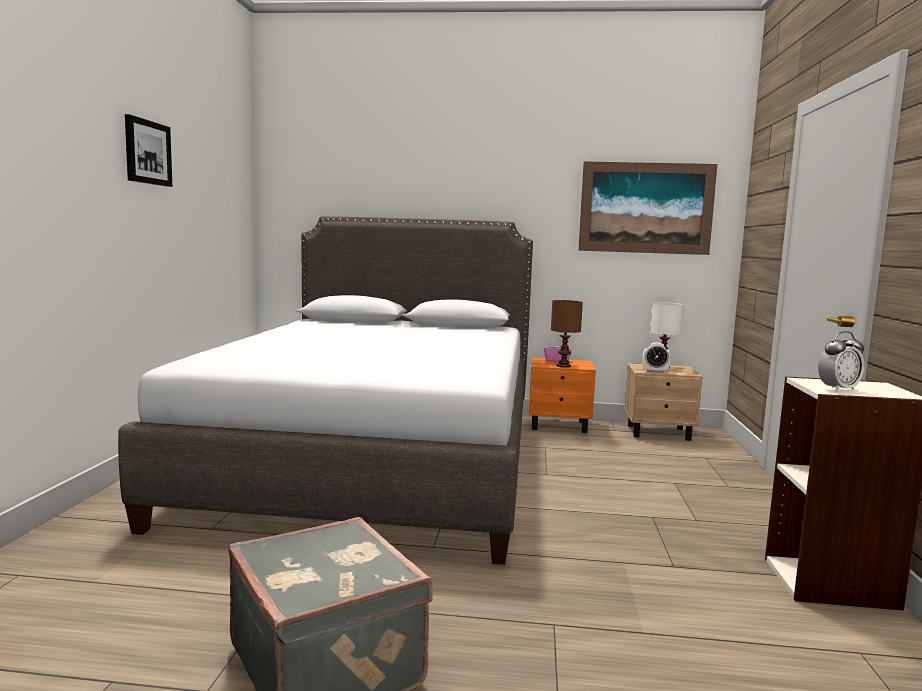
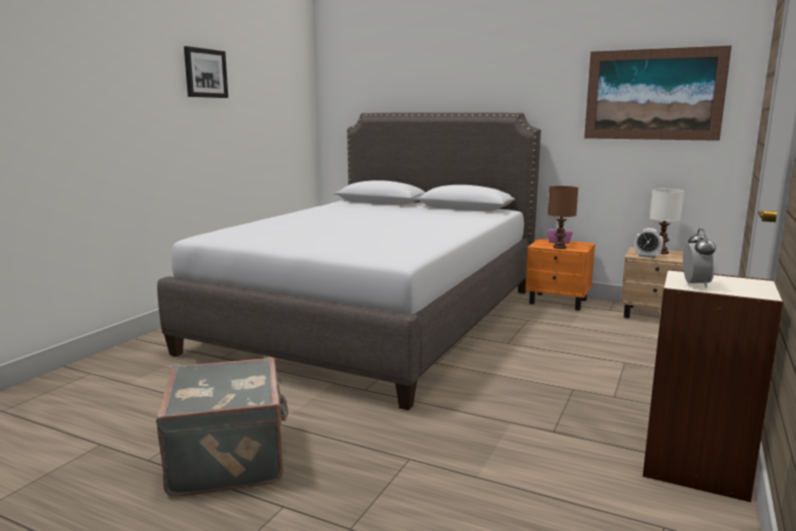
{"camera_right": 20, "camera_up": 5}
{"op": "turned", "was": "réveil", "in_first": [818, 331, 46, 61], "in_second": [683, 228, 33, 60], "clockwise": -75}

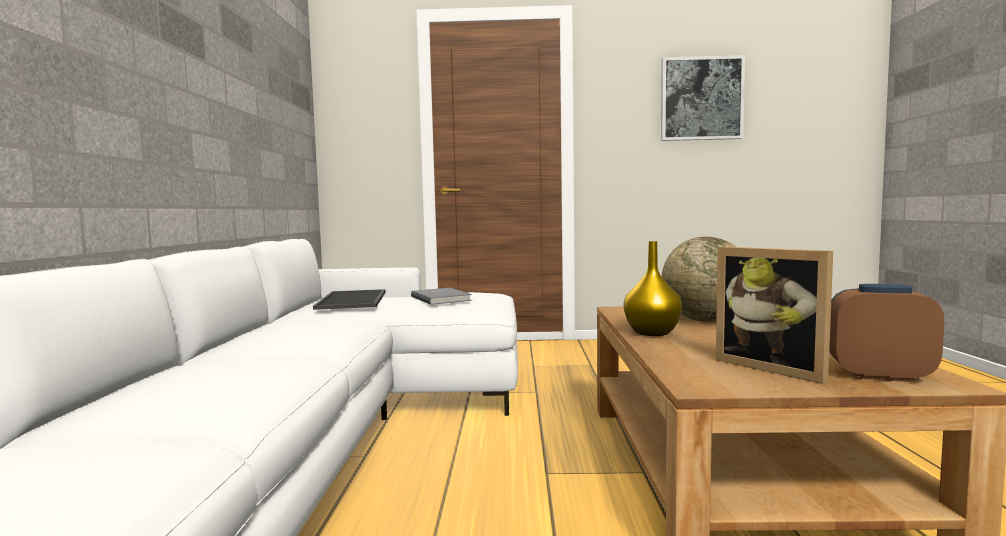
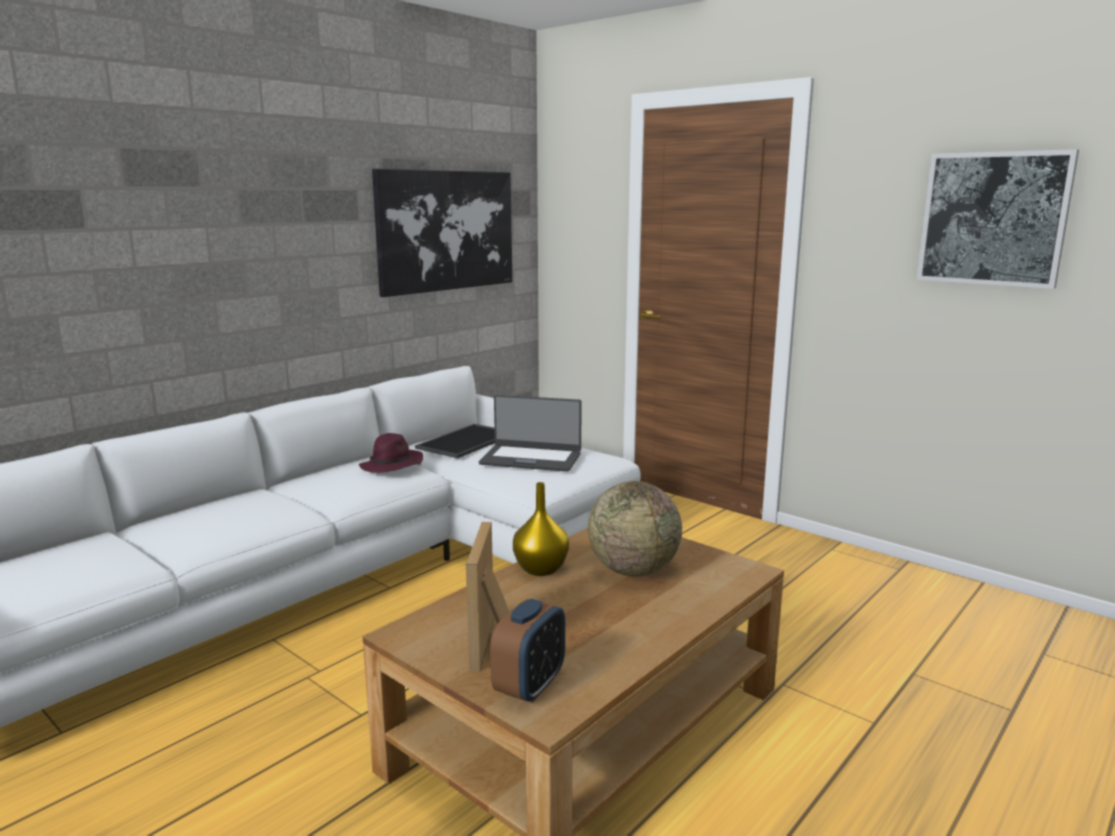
{"camera_right": 40, "camera_up": 10}
{"op": "replaced", "was": "livre/gris", "now": "ordinateur portable", "in_first": [411, 288, 61, 17], "in_second": [479, 395, 103, 77]}
{"op": "turned", "was": "réveil", "in_first": [829, 284, 115, 98], "in_second": [490, 599, 75, 104], "clockwise": 60}
{"op": "added", "now": "chapeau/violet", "in_second": [359, 433, 64, 40]}
{"op": "added", "now": "tableau", "in_second": [372, 169, 140, 128]}

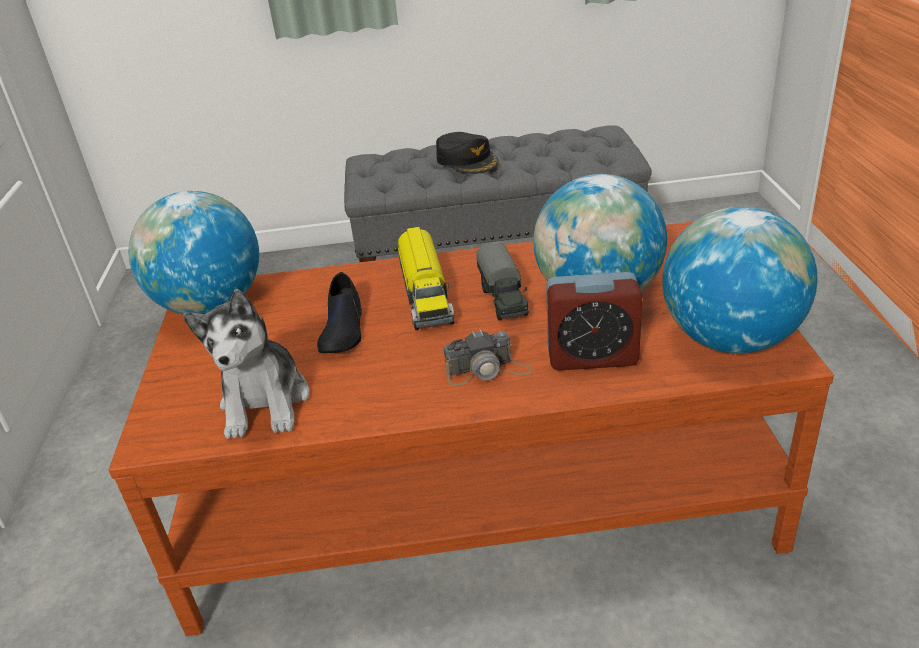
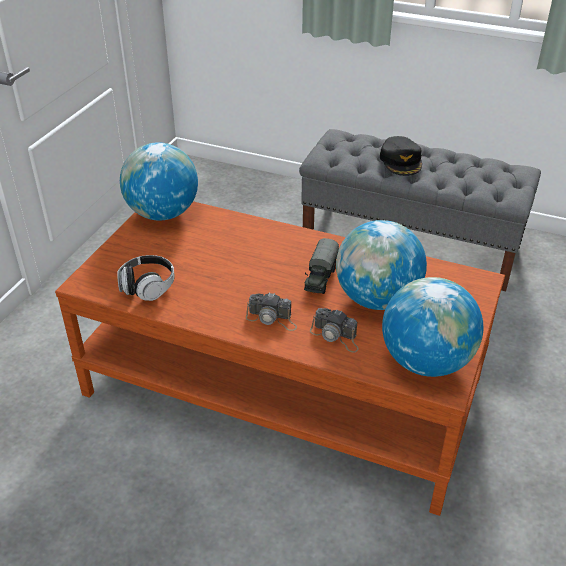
{"camera_right": 25, "camera_up": 5}
{"op": "replaced", "was": "peluche", "now": "casque audio", "in_first": [183, 289, 127, 150], "in_second": [117, 255, 58, 46]}
{"op": "removed", "was": "chaussure/noir", "in_first": [317, 272, 45, 81]}
{"op": "removed", "was": "camion jouet", "in_first": [398, 227, 57, 103]}
{"op": "replaced", "was": "réveil", "now": "appareil photo", "in_first": [546, 272, 97, 99], "in_second": [310, 308, 49, 45]}

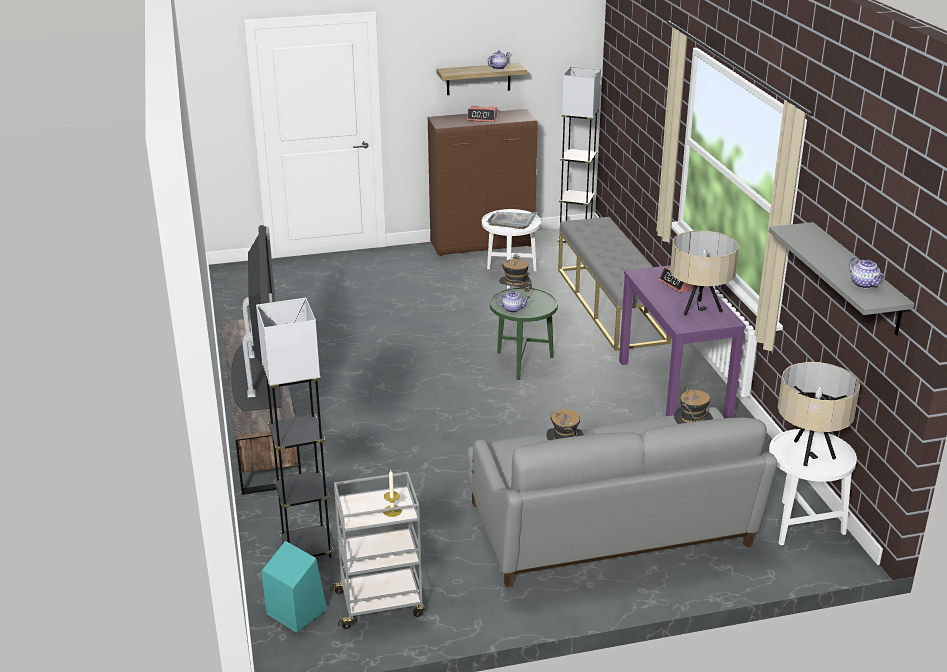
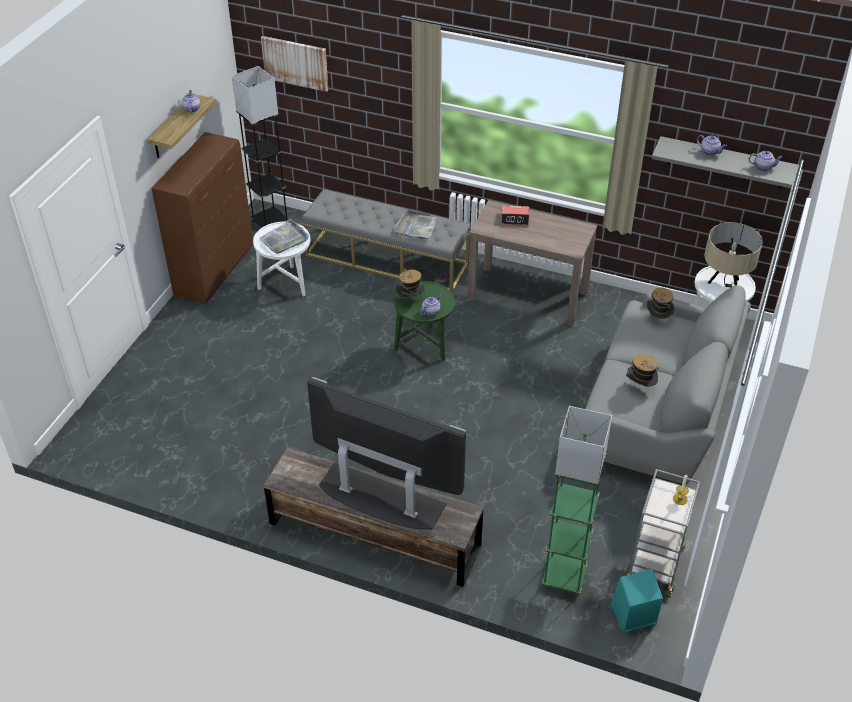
{"camera_right": -55, "camera_up": 15}
{"op": "recoloured", "was": "lampadaire/gris", "now": "lampadaire/vert", "in_first": [256, 298, 78, 260], "in_second": [542, 406, 70, 190]}
{"op": "removed", "was": "réveil", "in_first": [467, 106, 30, 16]}
{"op": "recoloured", "was": "table console/violet", "now": "table console/marron", "in_first": [619, 265, 127, 153], "in_second": [468, 200, 129, 126]}
{"op": "removed", "was": "lampe de table/beige", "in_first": [670, 230, 69, 86]}
{"op": "added", "now": "tableau", "in_second": [261, 36, 67, 56]}
{"op": "added", "now": "plateau/gris", "in_second": [394, 209, 43, 30]}
{"op": "added", "now": "théière", "in_second": [697, 135, 30, 21]}

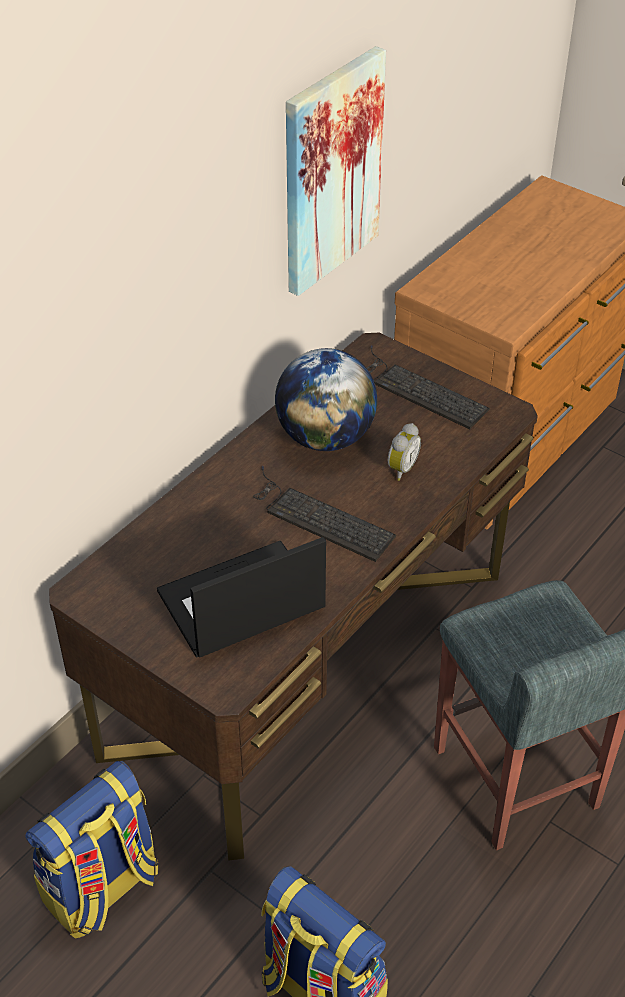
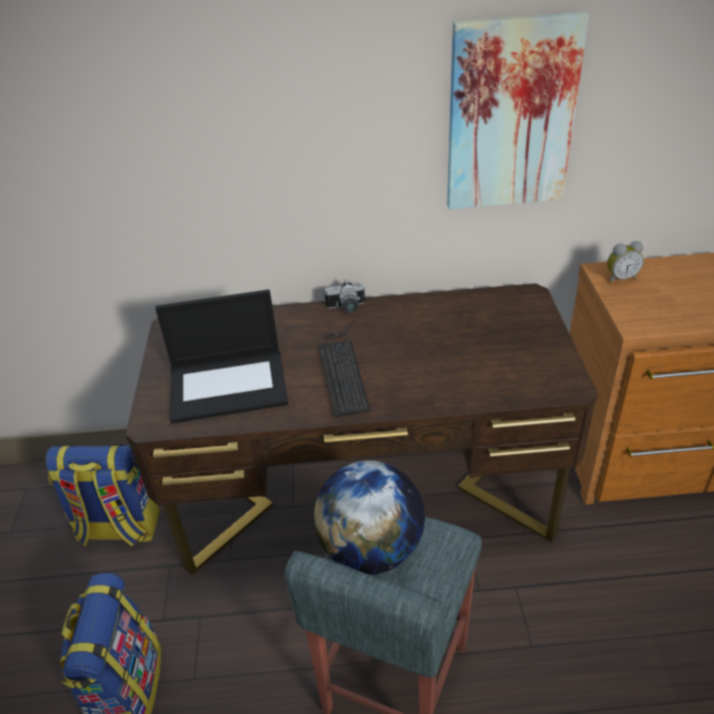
{"camera_right": 50, "camera_up": -5}
{"op": "turned", "was": "ordinateur portable", "in_first": [157, 537, 169, 121], "in_second": [155, 289, 133, 134], "clockwise": 150}
{"op": "moved", "was": "globe", "in_first": [275, 348, 102, 103], "in_second": [314, 460, 111, 115]}
{"op": "removed", "was": "clavier", "in_first": [366, 345, 124, 85]}
{"op": "moved", "was": "réveil", "in_first": [387, 423, 34, 58], "in_second": [607, 241, 37, 42]}
{"op": "added", "now": "appareil photo", "in_second": [324, 279, 41, 34]}

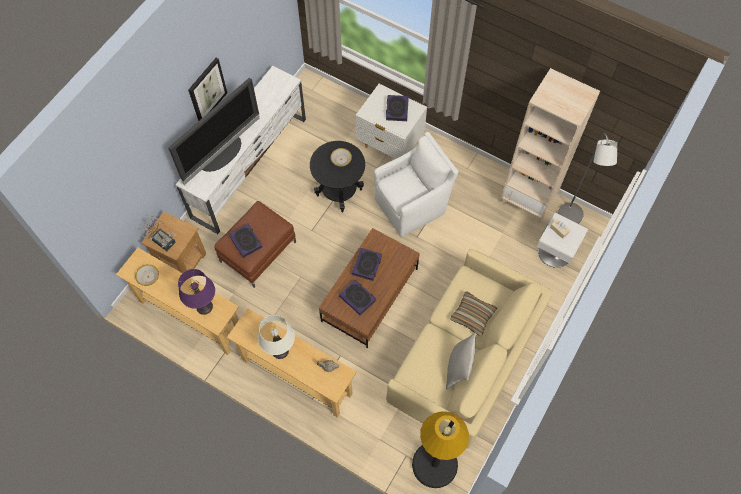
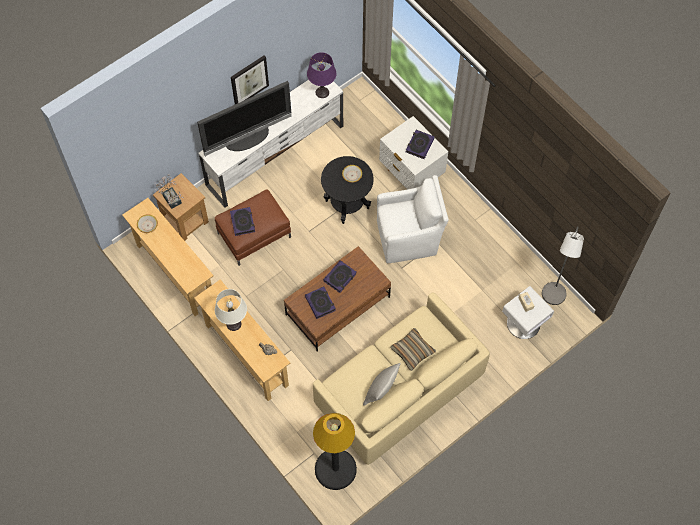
{"camera_right": 20, "camera_up": 0}
{"op": "moved", "was": "lampe de table/violet", "in_first": [178, 269, 37, 46], "in_second": [307, 52, 29, 46]}
{"op": "removed", "was": "bibliothèque/beige", "in_first": [501, 68, 99, 156]}

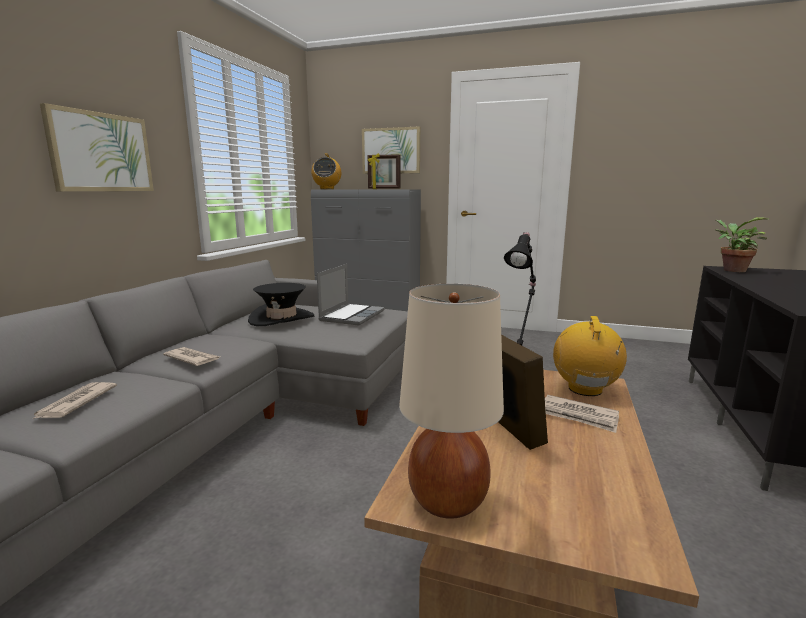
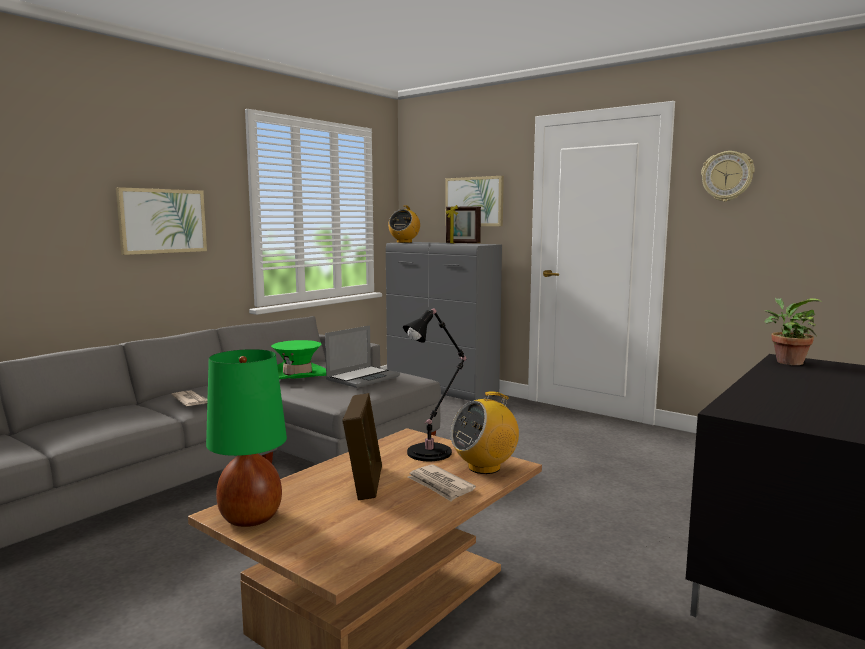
{"camera_right": 20, "camera_up": -5}
{"op": "removed", "was": "journal", "in_first": [34, 382, 83, 36]}
{"op": "recoloured", "was": "chapeau/noir", "now": "chapeau/vert", "in_first": [248, 283, 67, 43], "in_second": [271, 340, 55, 39]}
{"op": "recoloured", "was": "lampe de table/beige", "now": "lampe de table/vert", "in_first": [399, 284, 105, 235], "in_second": [206, 349, 81, 178]}
{"op": "turned", "was": "radio", "in_first": [553, 316, 74, 80], "in_second": [451, 391, 68, 83], "clockwise": -150}
{"op": "added", "now": "horloge murale", "in_second": [701, 151, 53, 51]}

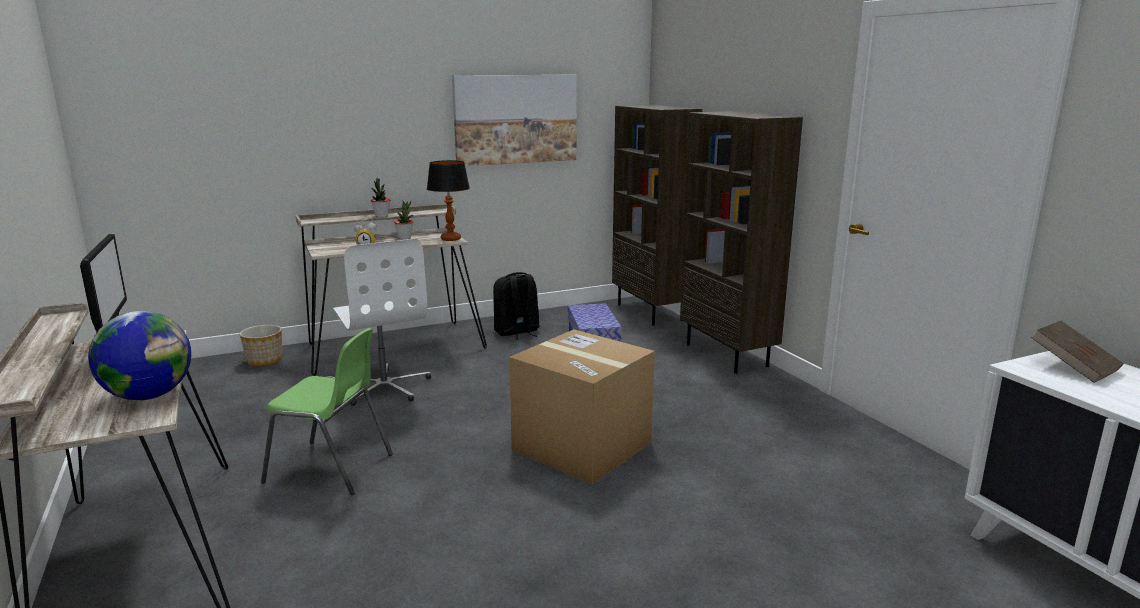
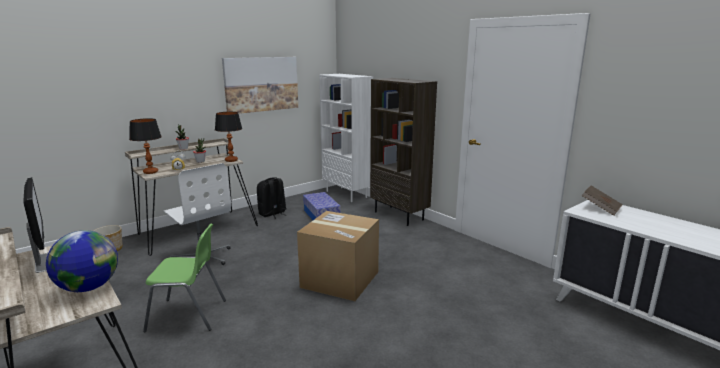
{"camera_right": -15, "camera_up": 0}
{"op": "recoloured", "was": "bibliothèque/marron", "now": "bibliothèque/blanc", "in_first": [612, 105, 90, 220], "in_second": [319, 74, 54, 128]}
{"op": "added", "now": "lampe de table", "in_second": [129, 118, 33, 56]}

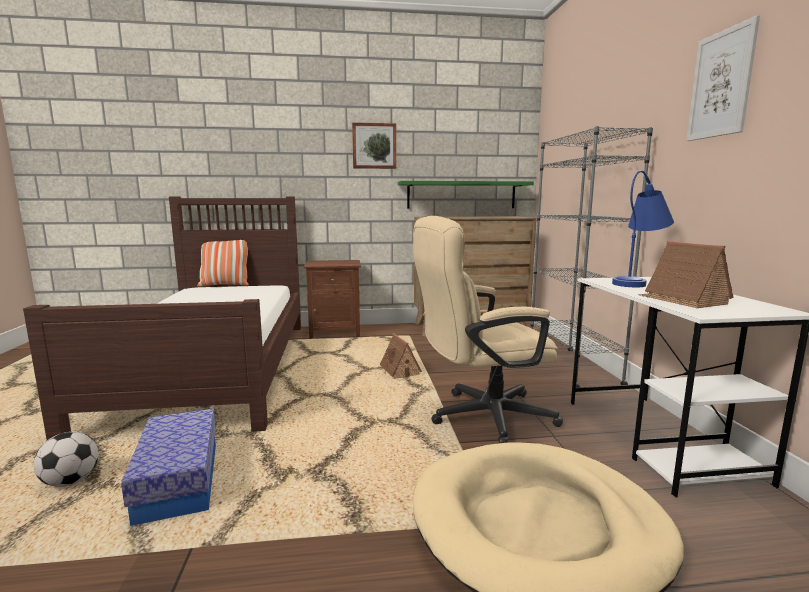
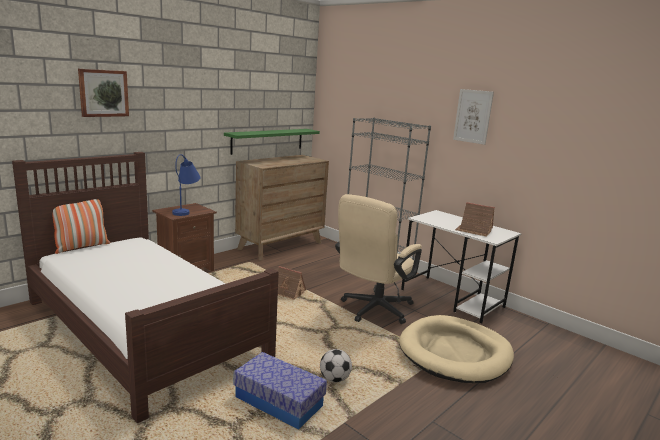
{"camera_right": -40, "camera_up": 5}
{"op": "moved", "was": "ballon de foot", "in_first": [33, 432, 65, 55], "in_second": [320, 349, 32, 34]}
{"op": "moved", "was": "tableau", "in_first": [352, 122, 44, 47], "in_second": [78, 69, 51, 48]}
{"op": "moved", "was": "lampe de table/bleu", "in_first": [612, 170, 62, 117], "in_second": [172, 154, 29, 62]}

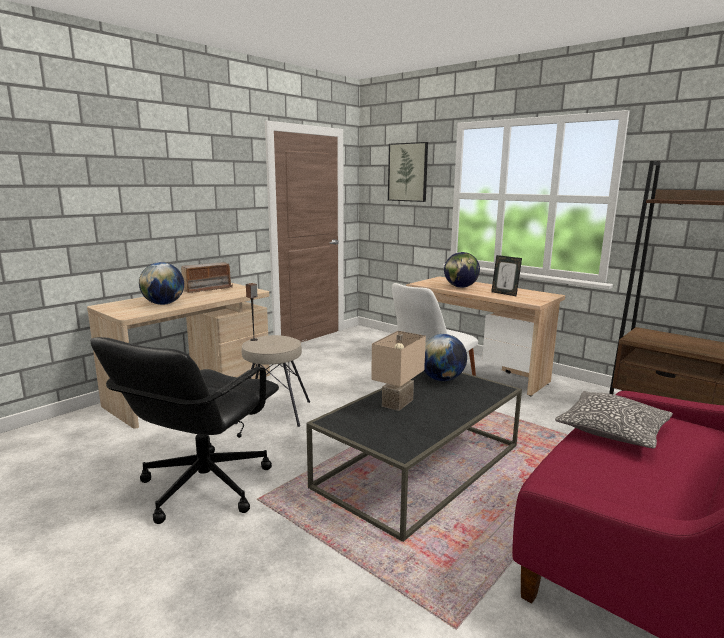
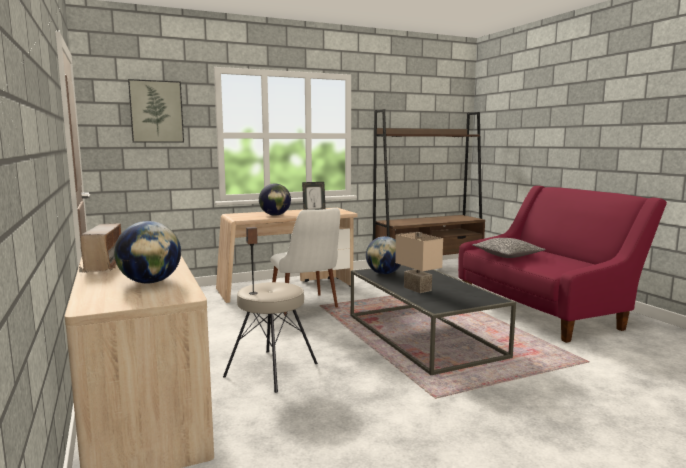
{"camera_right": -65, "camera_up": -5}
{"op": "removed", "was": "chaise de bureau/noir", "in_first": [90, 337, 189, 187]}

